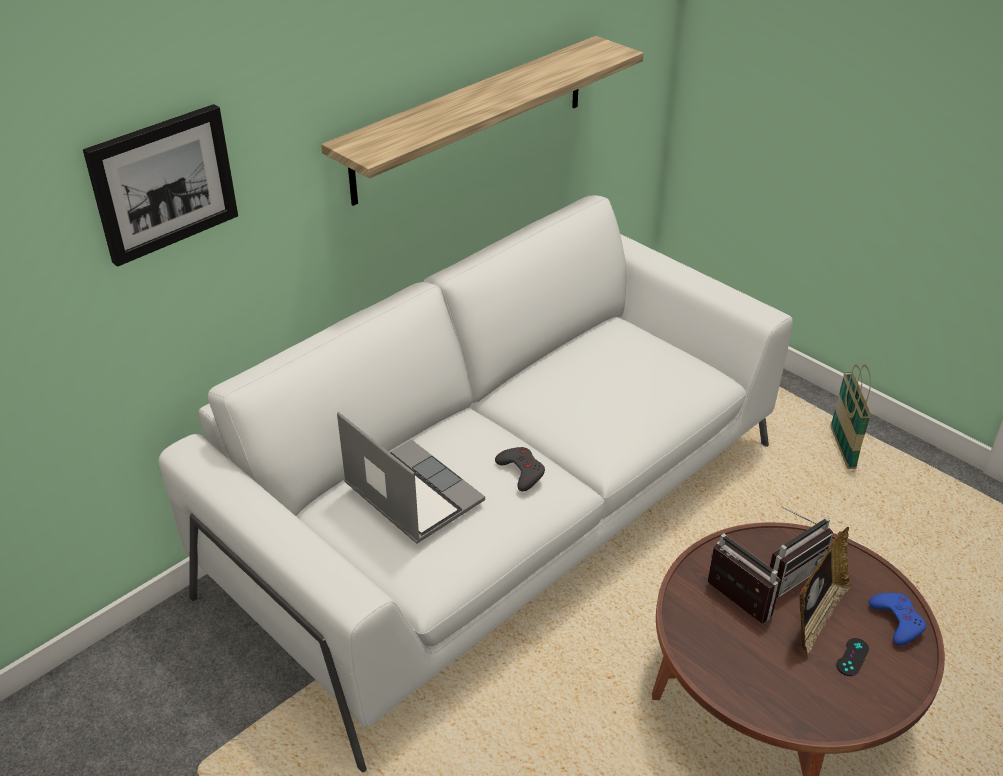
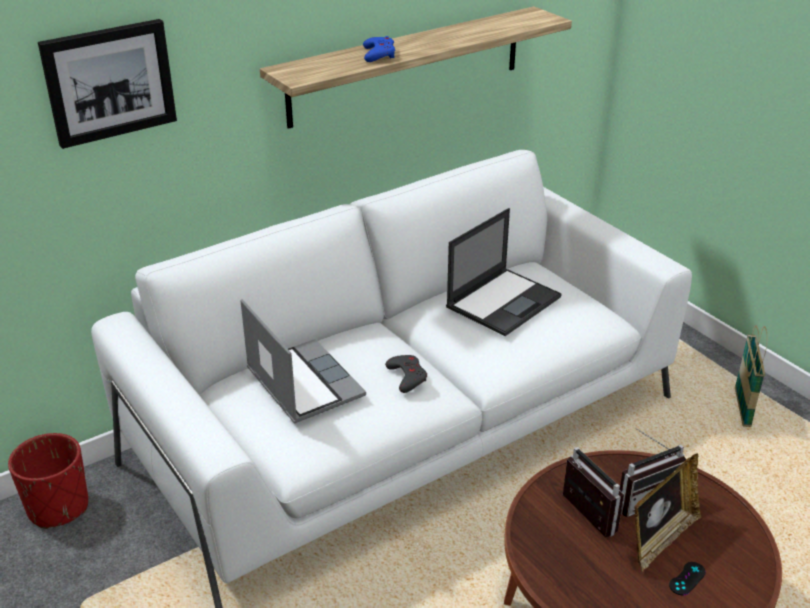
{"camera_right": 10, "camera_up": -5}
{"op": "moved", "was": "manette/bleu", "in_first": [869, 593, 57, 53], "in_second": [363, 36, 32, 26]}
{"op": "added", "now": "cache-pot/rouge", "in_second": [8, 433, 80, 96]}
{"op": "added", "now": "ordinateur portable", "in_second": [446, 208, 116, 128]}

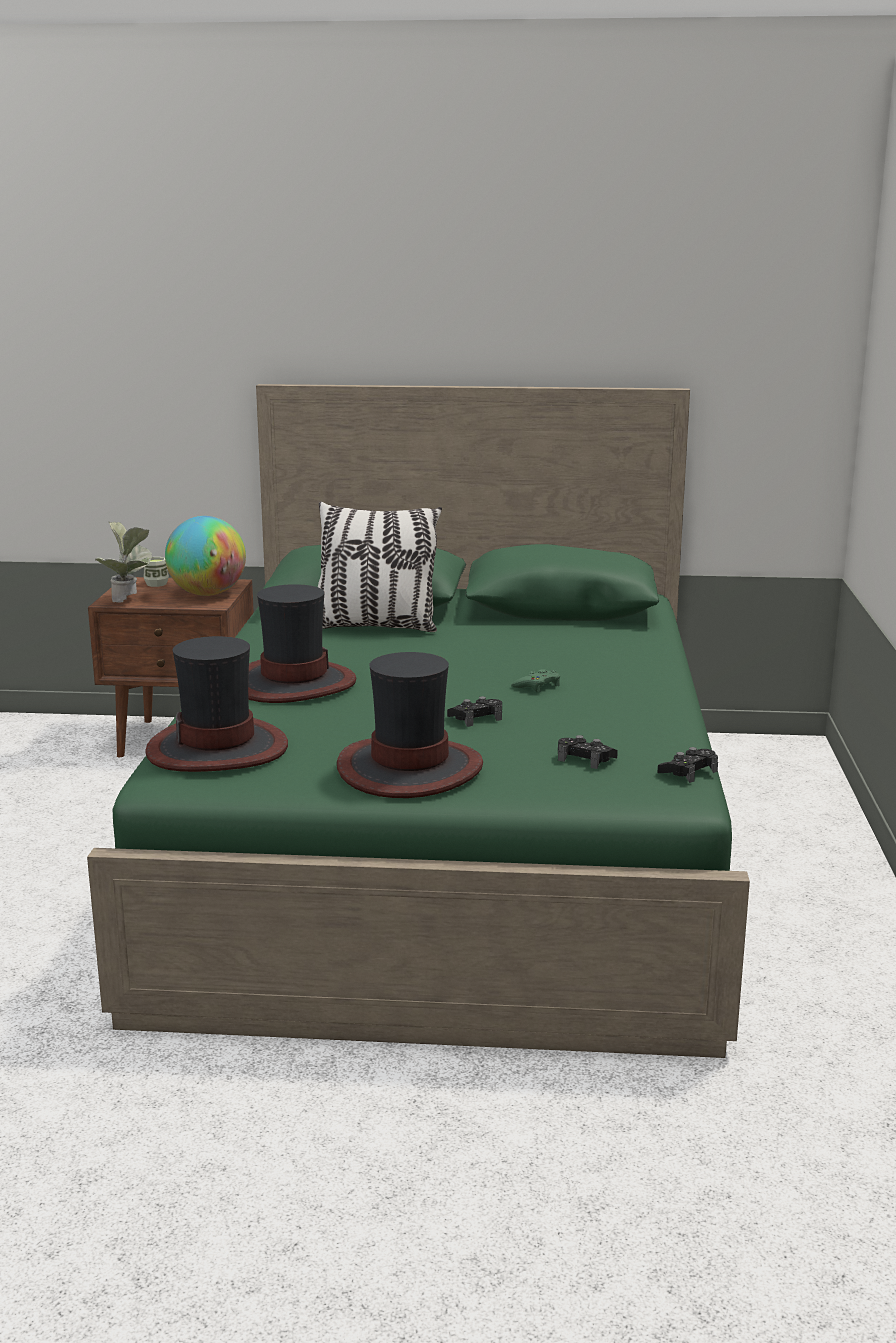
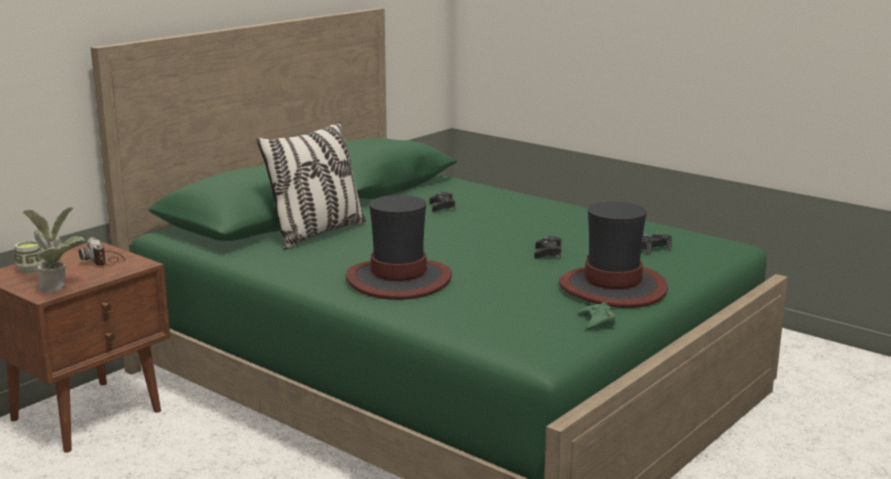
{"camera_right": -55, "camera_up": 0}
{"op": "removed", "was": "chapeau", "in_first": [145, 636, 143, 136]}
{"op": "replaced", "was": "globe", "now": "appareil photo", "in_first": [165, 516, 81, 80], "in_second": [79, 237, 47, 29]}
{"op": "moved", "was": "manette/vert", "in_first": [511, 669, 49, 23], "in_second": [577, 302, 39, 28]}
{"op": "moved", "was": "manette/noir", "in_first": [658, 747, 60, 36], "in_second": [430, 192, 25, 20]}

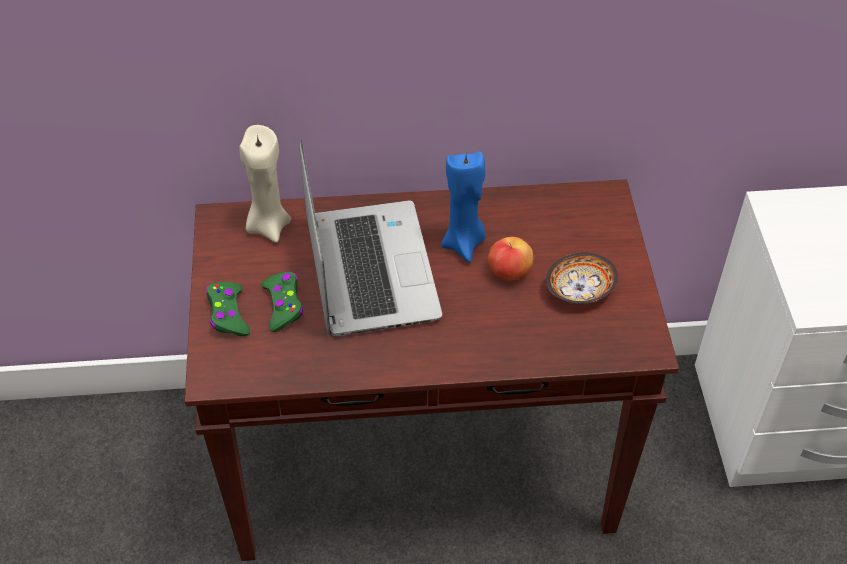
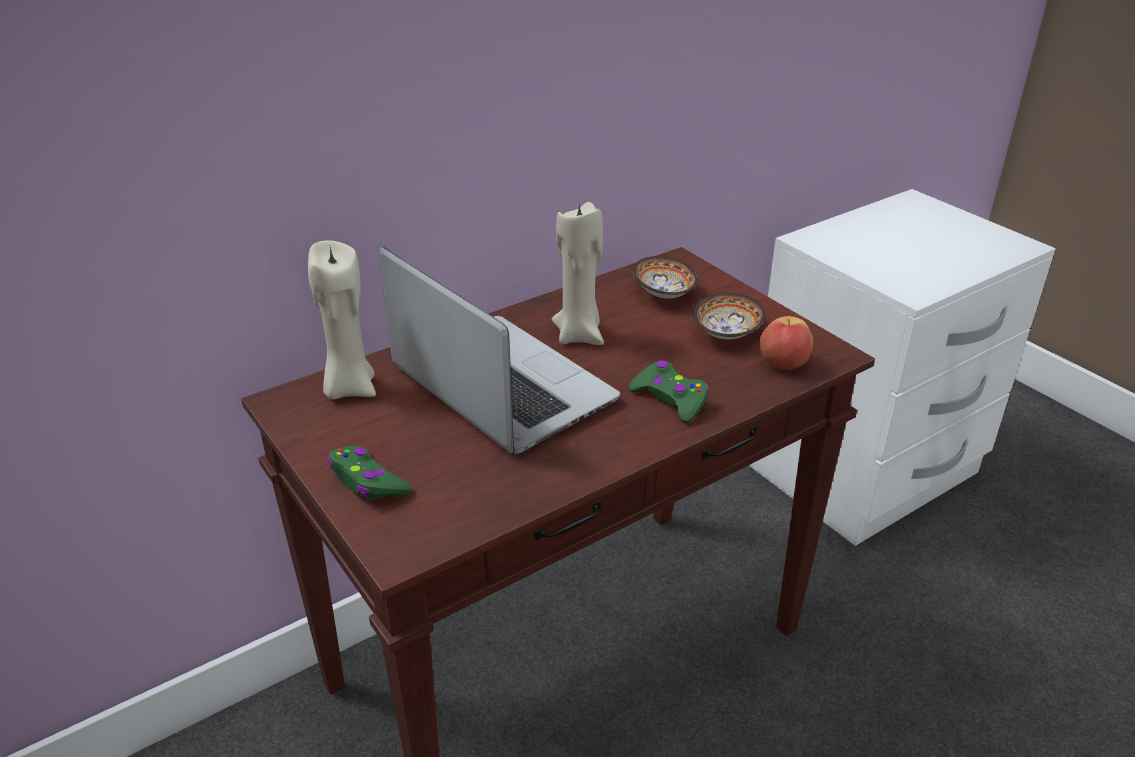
{"camera_right": -30, "camera_up": -15}
{"op": "moved", "was": "manette/vert", "in_first": [261, 272, 42, 60], "in_second": [628, 361, 81, 62]}
{"op": "recoloured", "was": "bougie/bleu", "now": "bougie/beige", "in_first": [441, 152, 45, 111], "in_second": [552, 201, 52, 144]}
{"op": "moved", "was": "pomme", "in_first": [487, 237, 46, 44], "in_second": [760, 316, 53, 54]}
{"op": "added", "now": "bol", "in_second": [633, 256, 65, 43]}

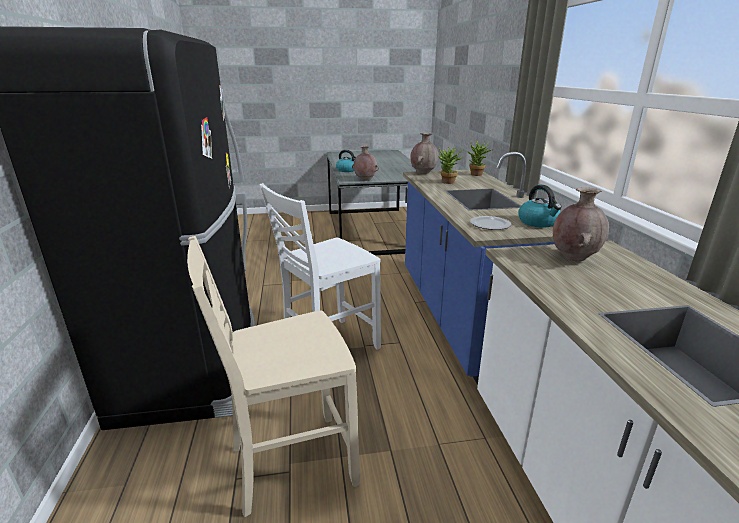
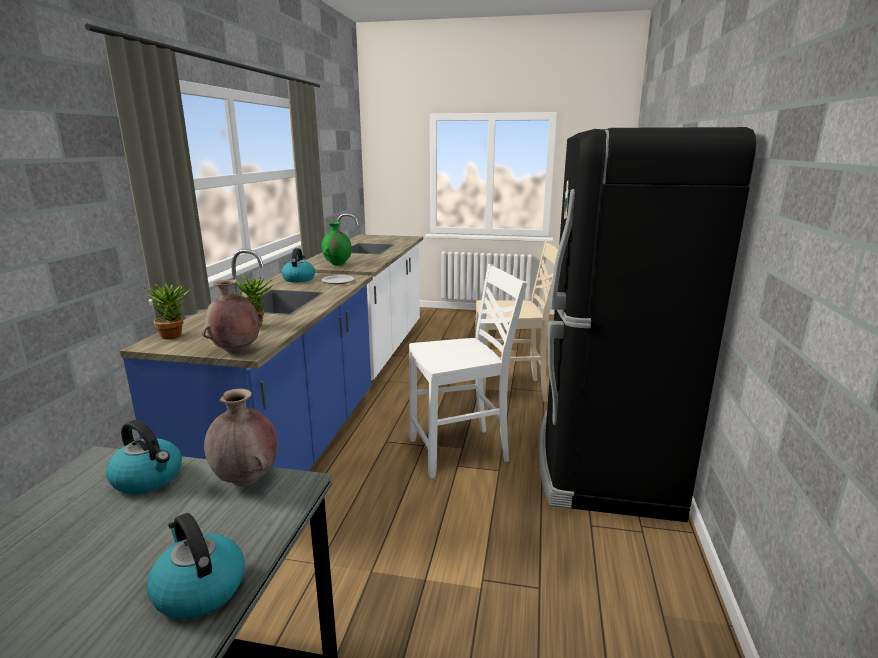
{"camera_right": -160, "camera_up": -5}
{"op": "recoloured", "was": "vase/marron", "now": "vase/vert", "in_first": [553, 187, 56, 75], "in_second": [322, 222, 30, 44]}
{"op": "added", "now": "bouilloire", "in_second": [106, 420, 76, 74]}

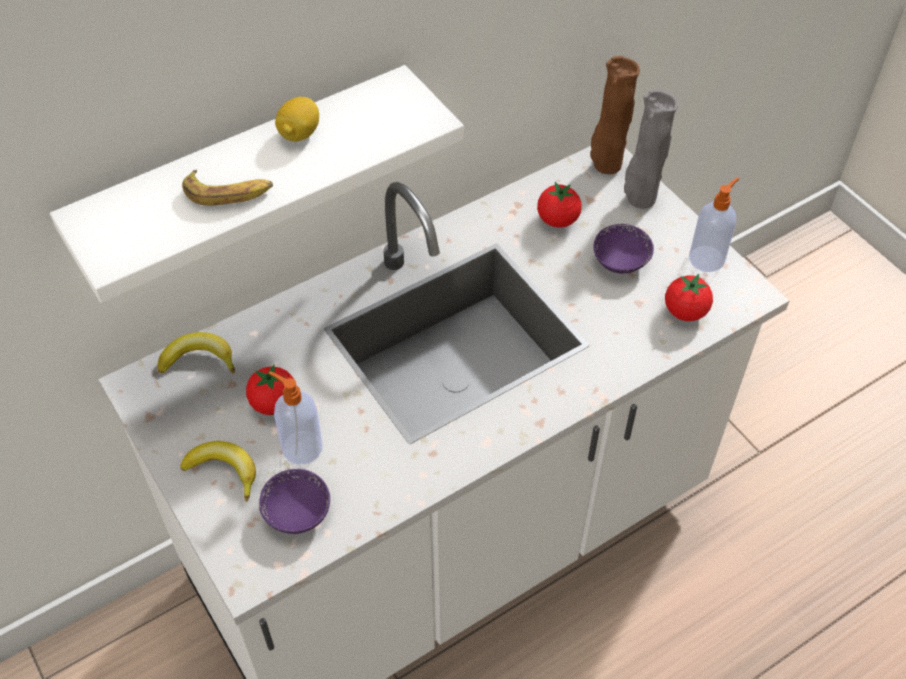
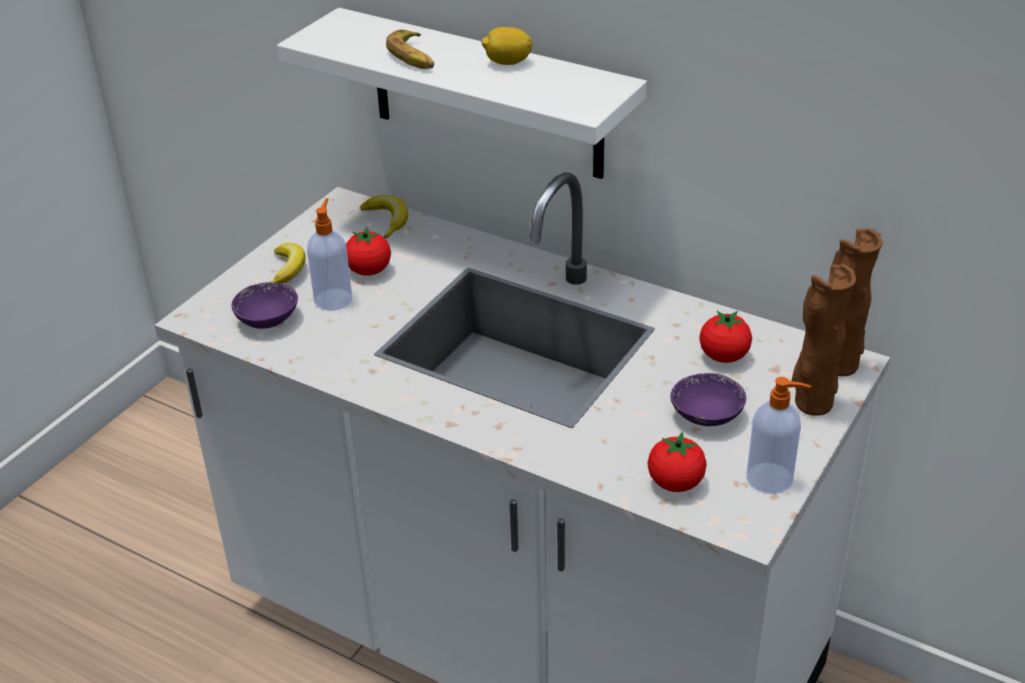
{"camera_right": 65, "camera_up": -15}
{"op": "recoloured", "was": "vase/gris", "now": "vase/marron", "in_first": [624, 90, 54, 119], "in_second": [791, 264, 65, 152]}

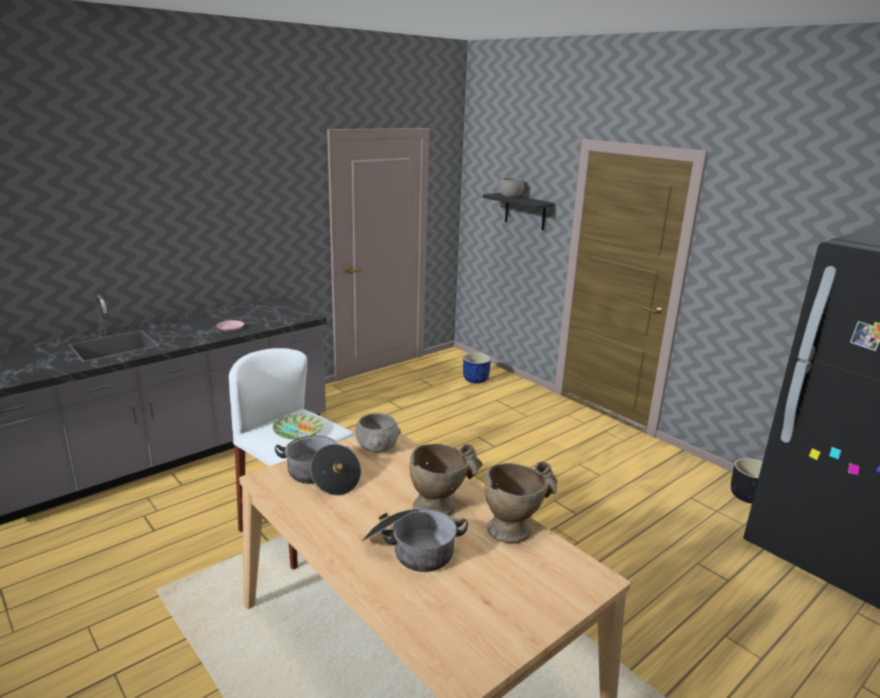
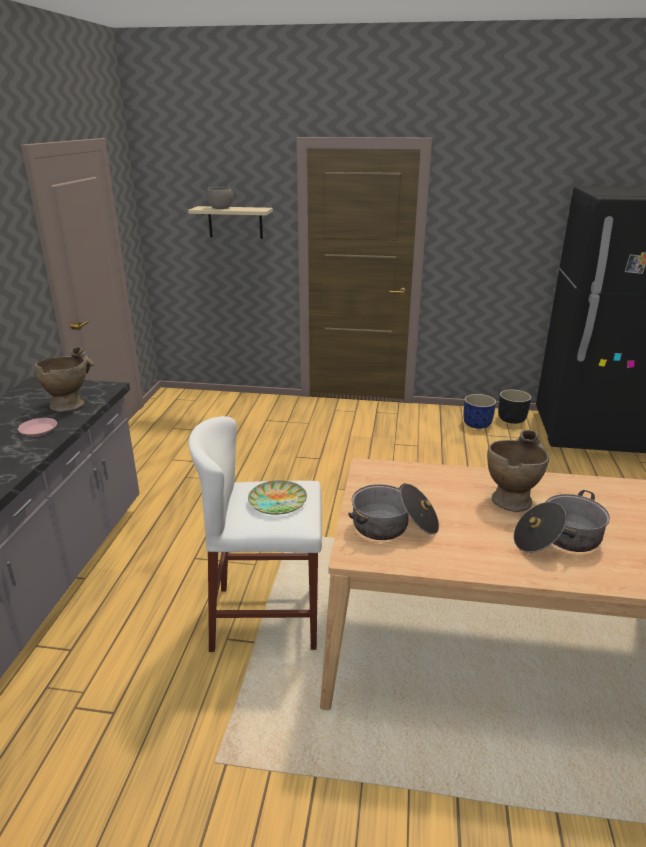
{"camera_right": -40, "camera_up": 5}
{"op": "removed", "was": "bol/gris", "in_first": [355, 413, 46, 40]}
{"op": "moved", "was": "cache-pot/bleu", "in_first": [463, 353, 28, 31], "in_second": [463, 394, 33, 35]}
{"op": "recoloured", "was": "étagère/noir", "now": "étagère/beige", "in_first": [483, 193, 72, 38], "in_second": [188, 206, 85, 33]}
{"op": "moved", "was": "vase/beige", "in_first": [484, 461, 73, 82], "in_second": [35, 347, 59, 65]}

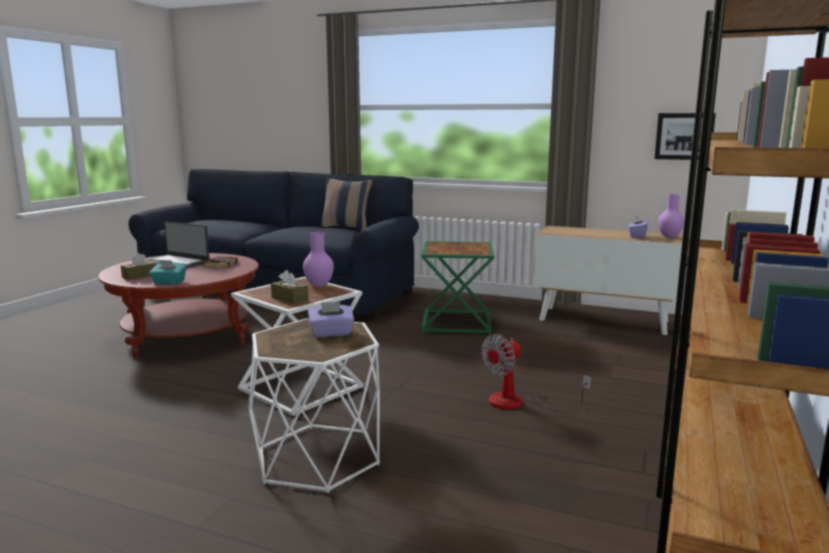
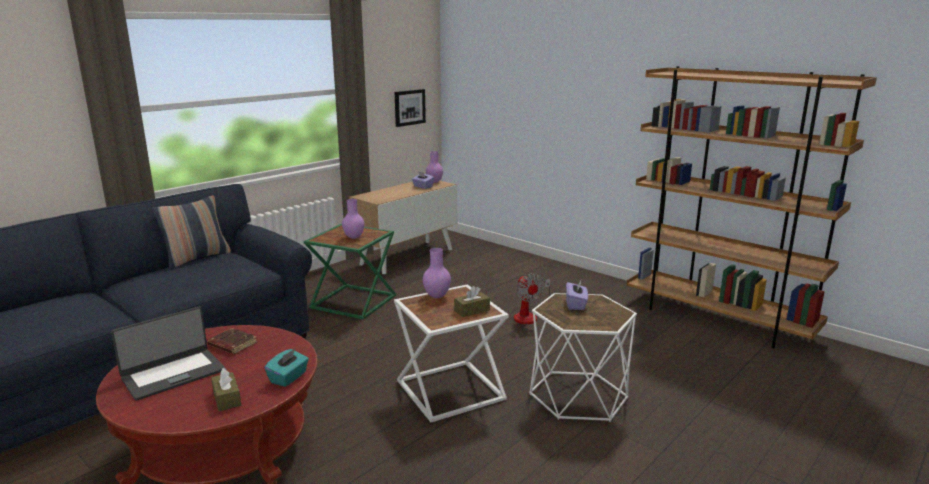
{"camera_right": -70, "camera_up": 5}
{"op": "added", "now": "vase/violet", "in_second": [342, 199, 23, 40]}

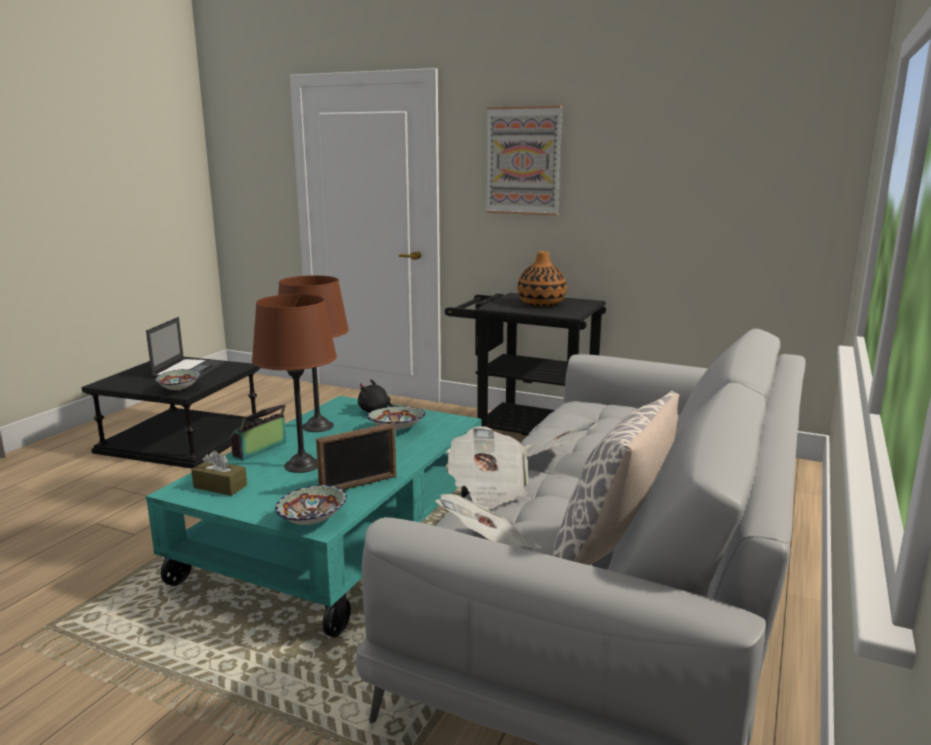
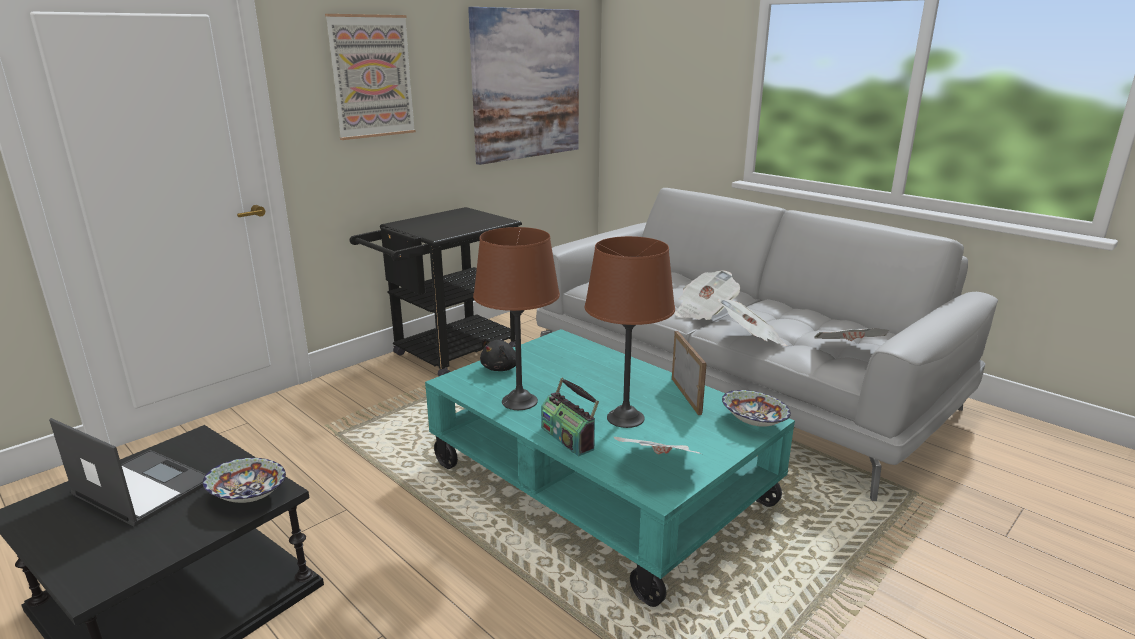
{"camera_right": -70, "camera_up": 5}
{"op": "replaced", "was": "boîte à mouchoirs/marron", "now": "journal", "in_first": [191, 450, 56, 46], "in_second": [614, 437, 87, 17]}
{"op": "removed", "was": "bol", "in_first": [367, 407, 58, 24]}
{"op": "removed", "was": "vase", "in_first": [518, 251, 48, 55]}
{"op": "removed", "was": "coussin", "in_first": [553, 391, 126, 174]}
{"op": "added", "now": "tableau", "in_second": [468, 7, 111, 158]}

